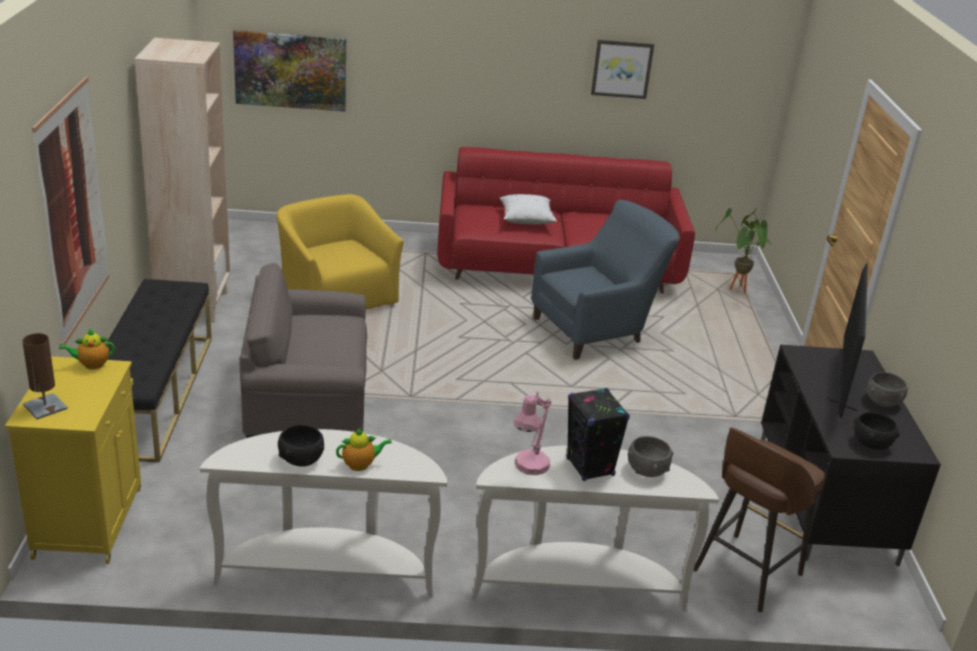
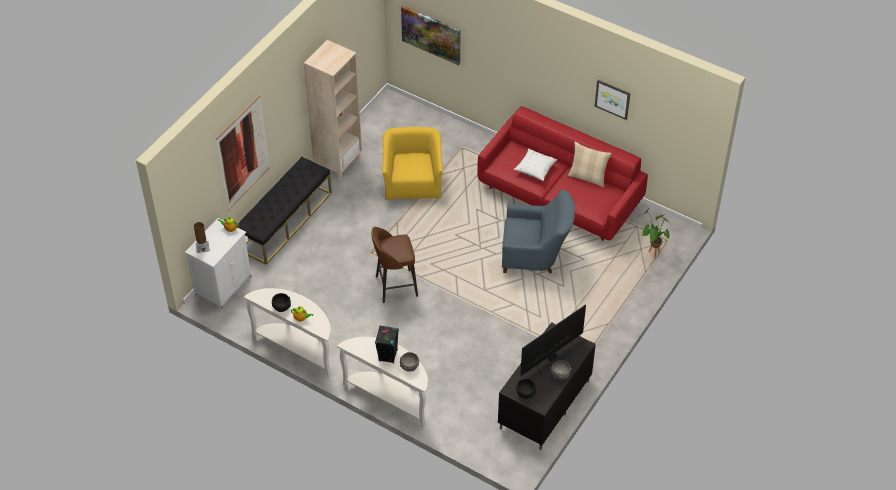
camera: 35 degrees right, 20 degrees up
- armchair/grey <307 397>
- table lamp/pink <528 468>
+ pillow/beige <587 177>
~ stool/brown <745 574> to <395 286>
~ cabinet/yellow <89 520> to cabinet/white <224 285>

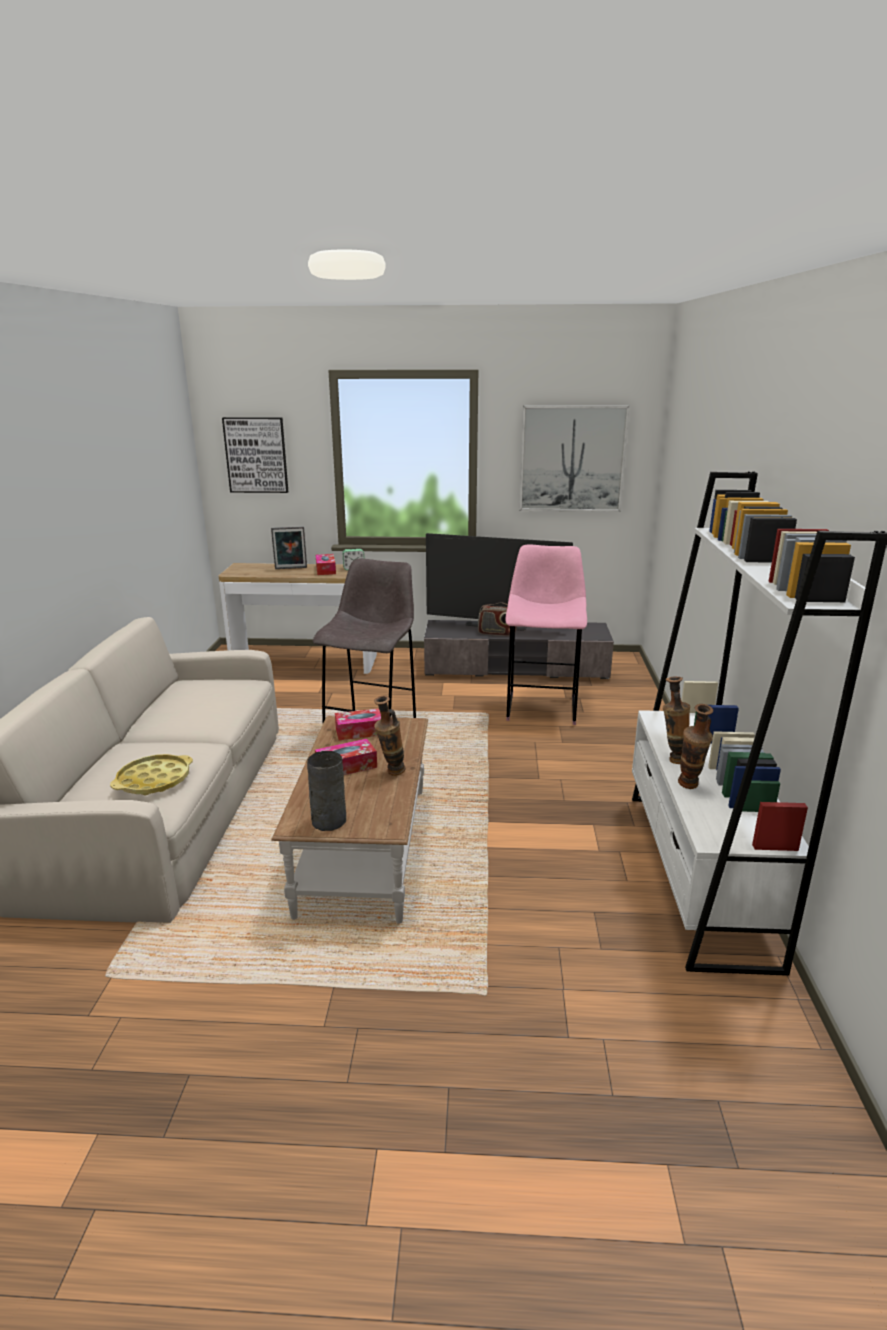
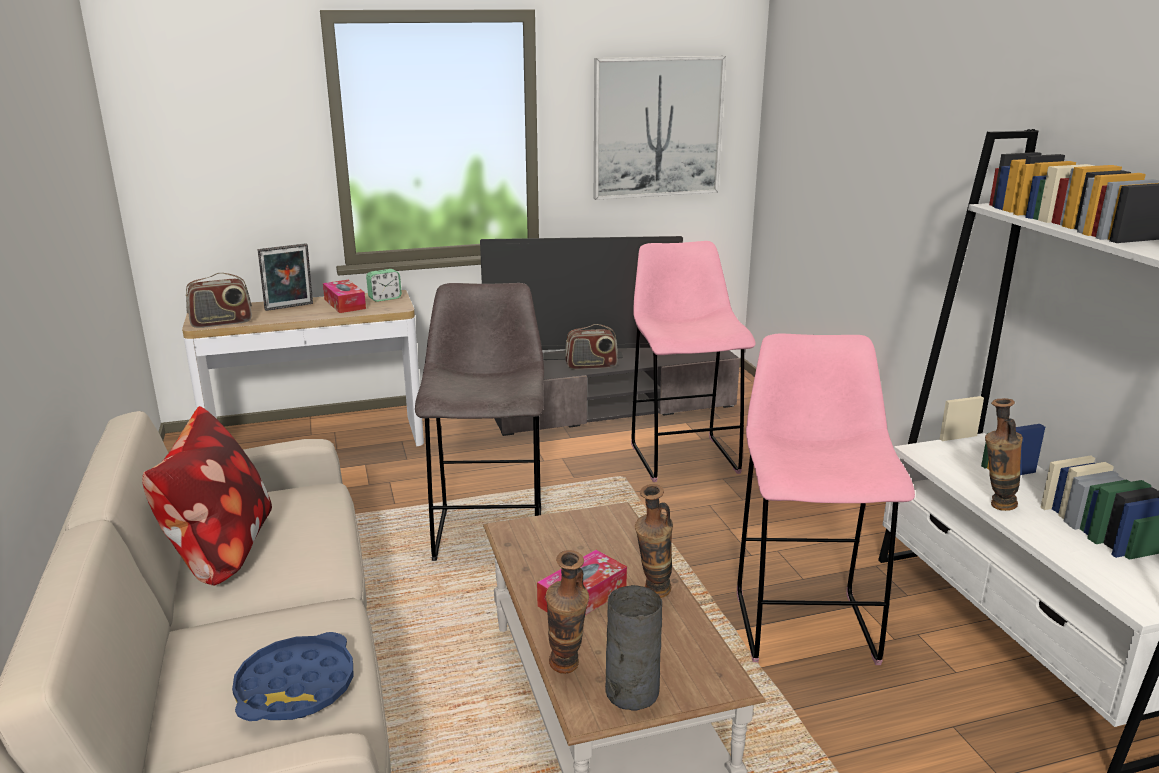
camera: 20 degrees left, 0 degrees up
- picture <256 455>
- tissue box <362 731>
+ pillow <219 551>
+ radio <221 322>
+ stool/pink <803 623>
~ vase <689 788> to <566 671>
~ tray/yellow <154 780> to tray/blue <296 687>

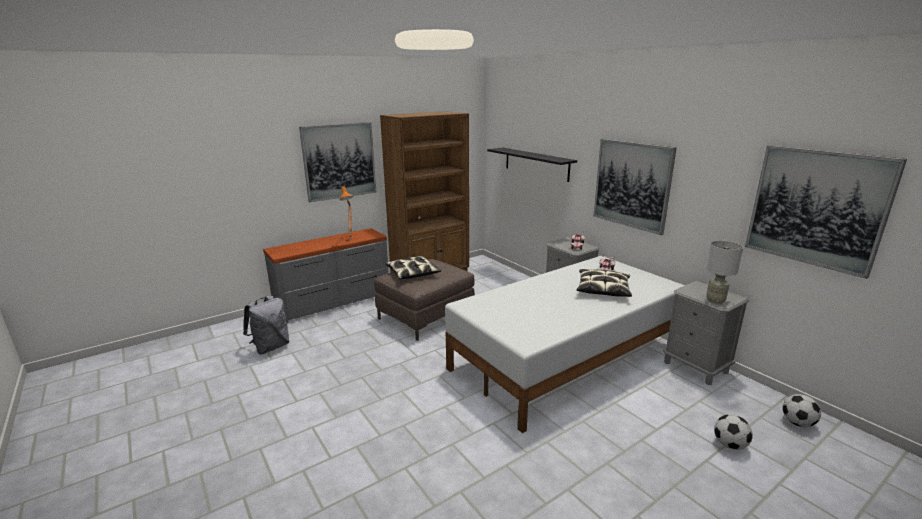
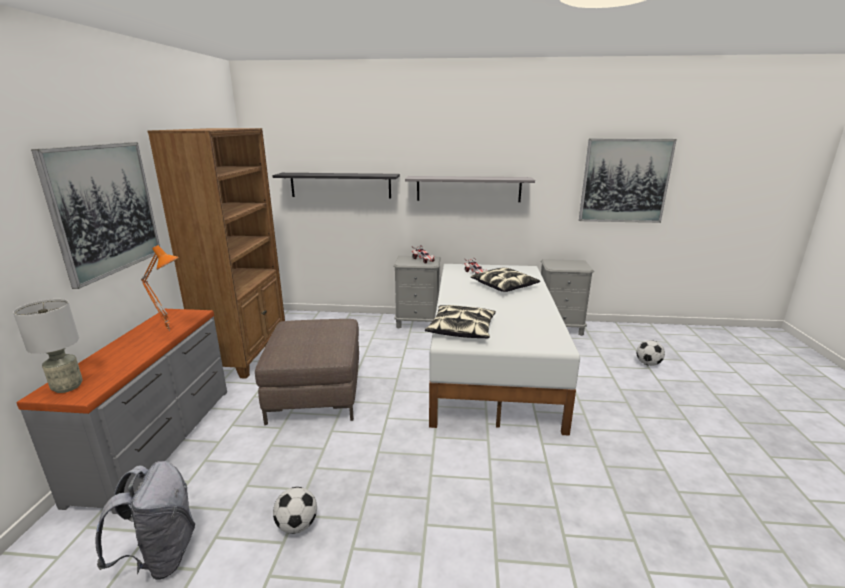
camera: 50 degrees left, 0 degrees up
~ pillow <413 273> to <461 329>
~ table lamp/grey <715 300> to <68 387>
~ football <797 423> to <297 525>
~ picture <632 184> to shelf/grey <468 189>

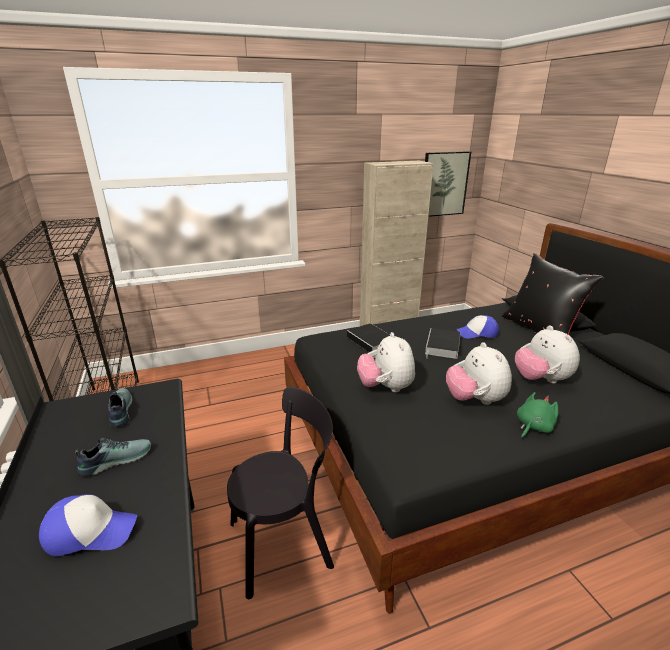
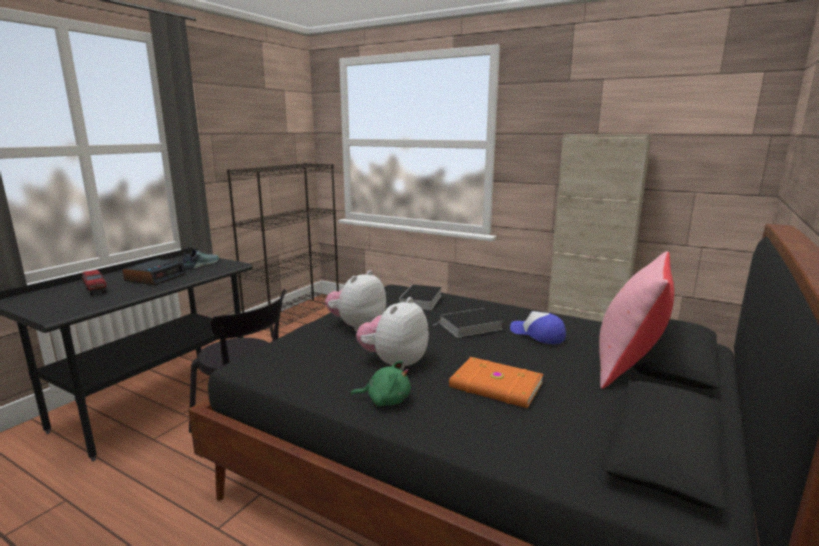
camera: 50 degrees right, 10 degrees down
- picture <444 184>
~ cap <90 531> to toy truck <96 291>
~ shoe <116 459> to alarm clock <155 277>
~ plush toy <541 379> to book/orange <496 386>
~ pillow/black <539 331> to pillow/pink <628 365>

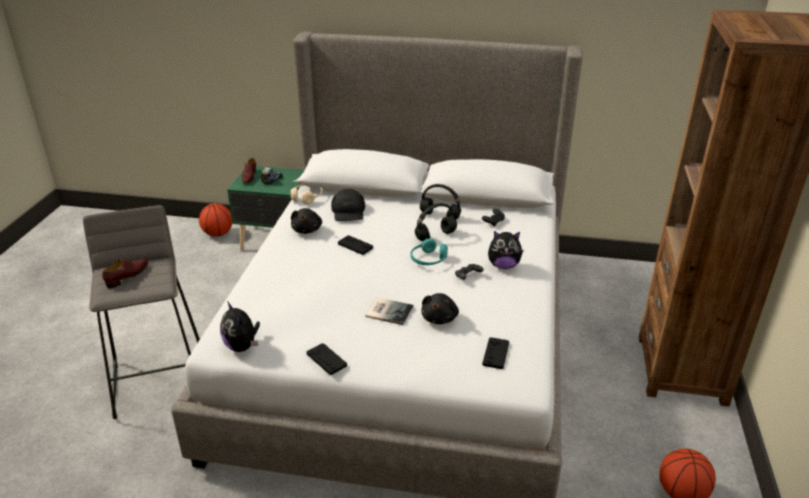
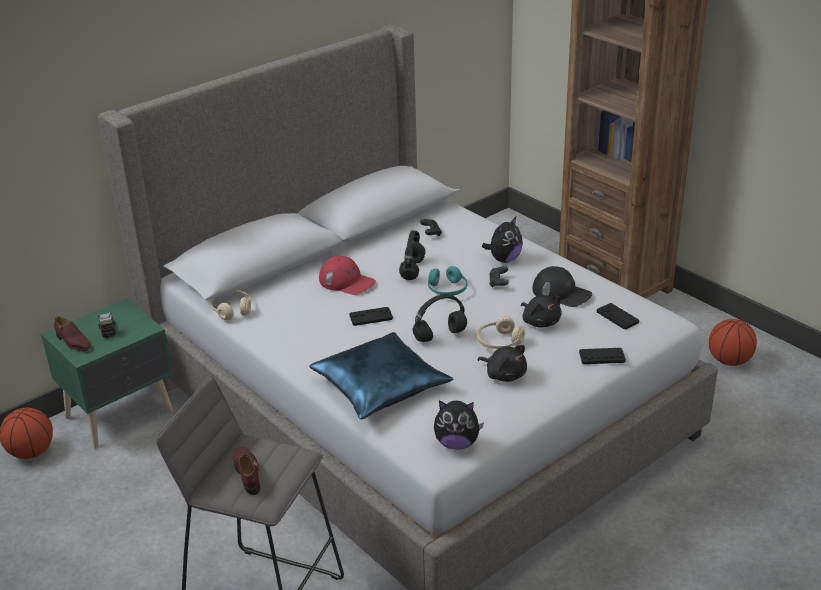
camera: 50 degrees left, 0 degrees up
+ pillow/blue <380 386>
+ cap/red <347 281>
~ plush toy/black <307 230> to <504 374>
~ game controller/black <326 359> to <602 357>
~ cap/black <348 211> to <561 293>
~ headphones/black <439 216> to <439 336>
~ book <389 311> to headphones/beige <499 342>

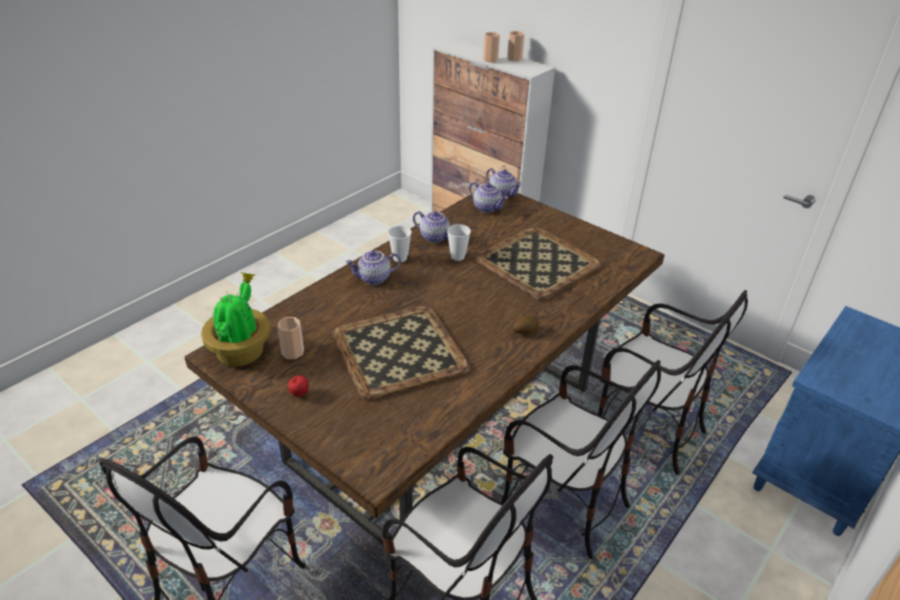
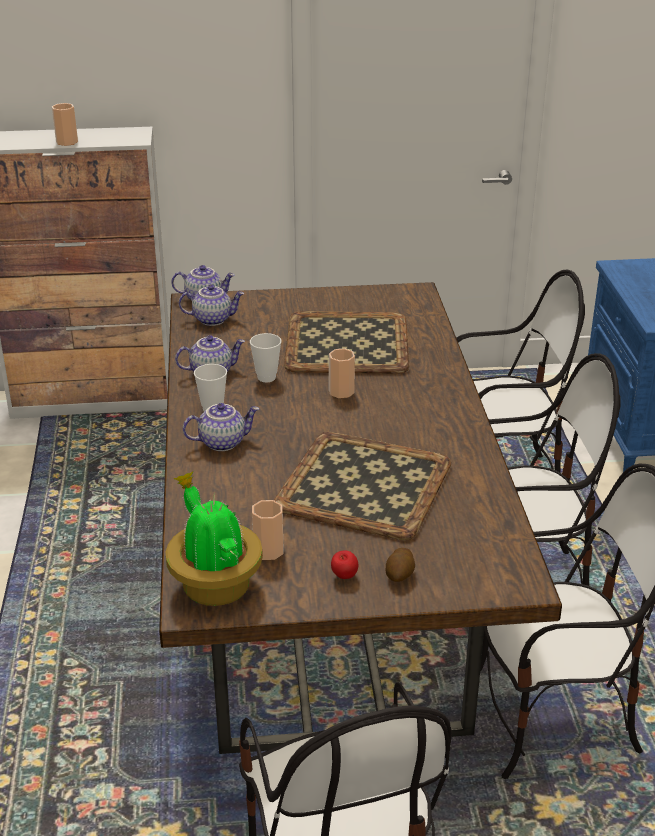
camera: 45 degrees left, 5 degrees down
~ cup <514 58> to <341 392>
~ potato <524 332> to <400 575>
~ teapot <374 279> = <222 442> 135 degrees counterclockwise

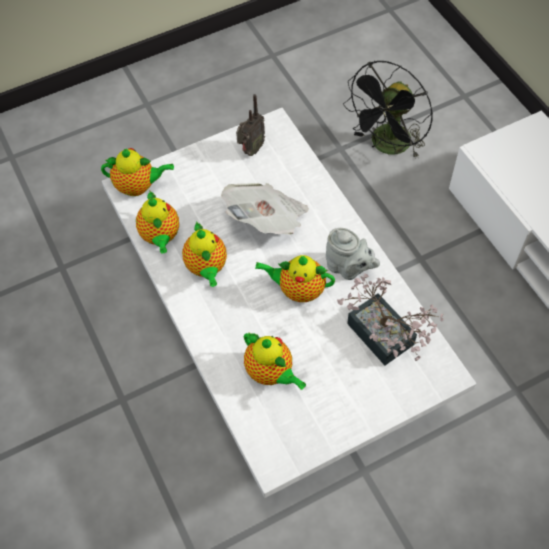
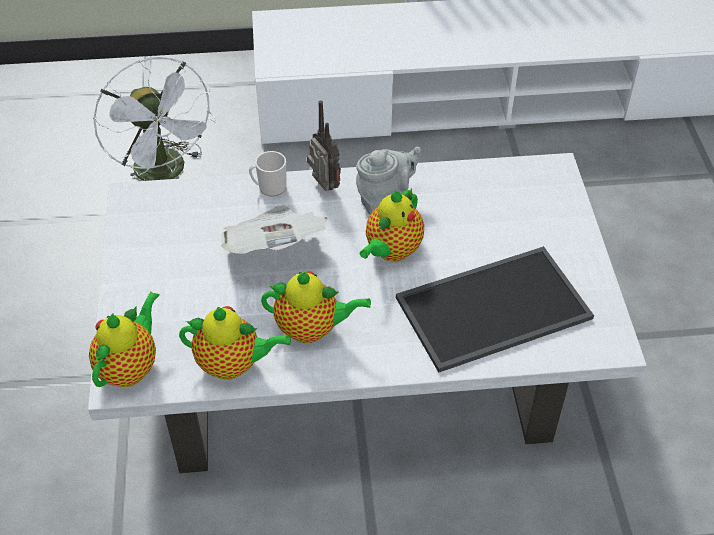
camera: 70 degrees left, 10 degrees down
- potted plant <385 340>
+ mug <269 187>
~ radio <250 150> to <324 188>
~ teapot <271 373> to tray <493 311>
~ fan/black <387 147> to fan/white <166 173>

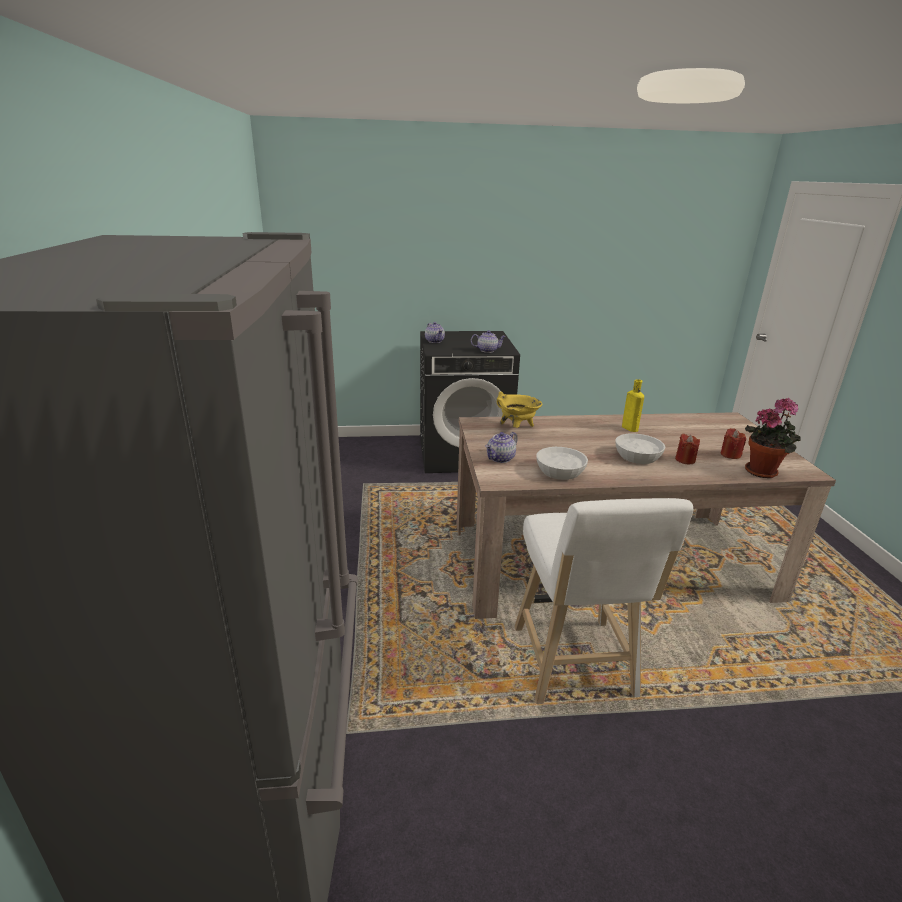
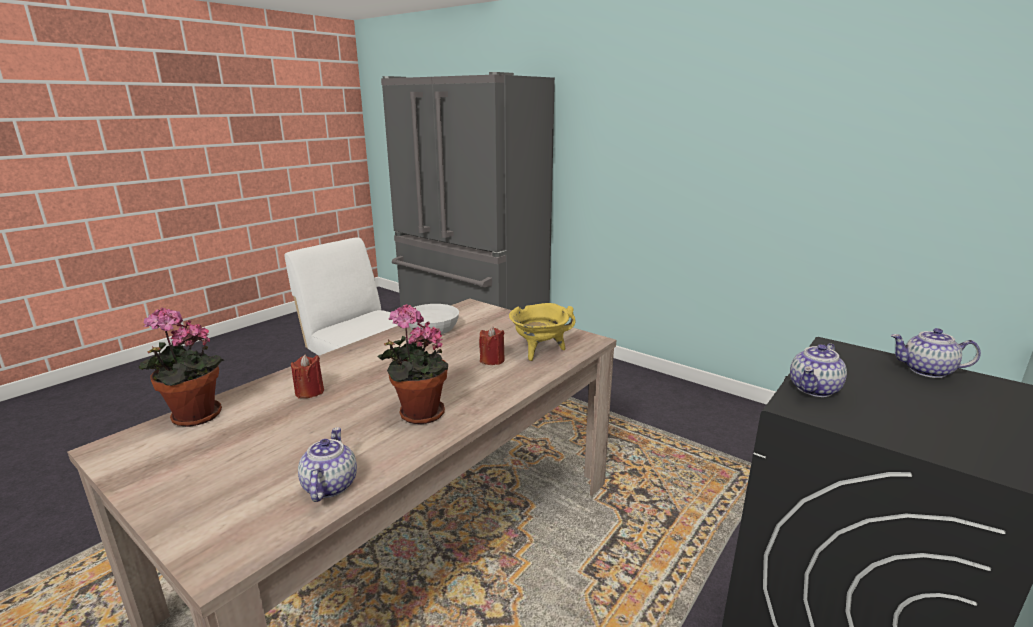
camera: 135 degrees right, 5 degrees down
- bowl/white <638 456>
~ teapot <500 458> to <329 485>
~ candle/red <730 455> to <492 360>
~ bottle/yellow <628 428> to potted plant <417 414>

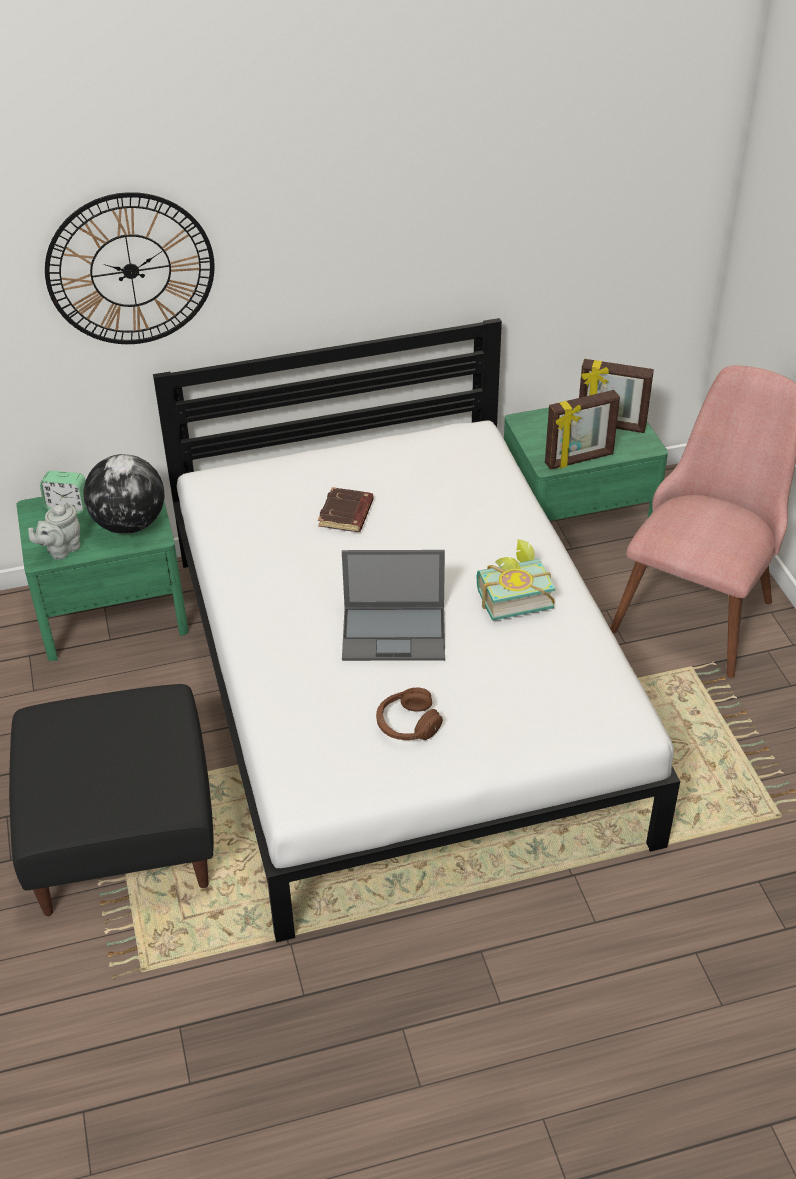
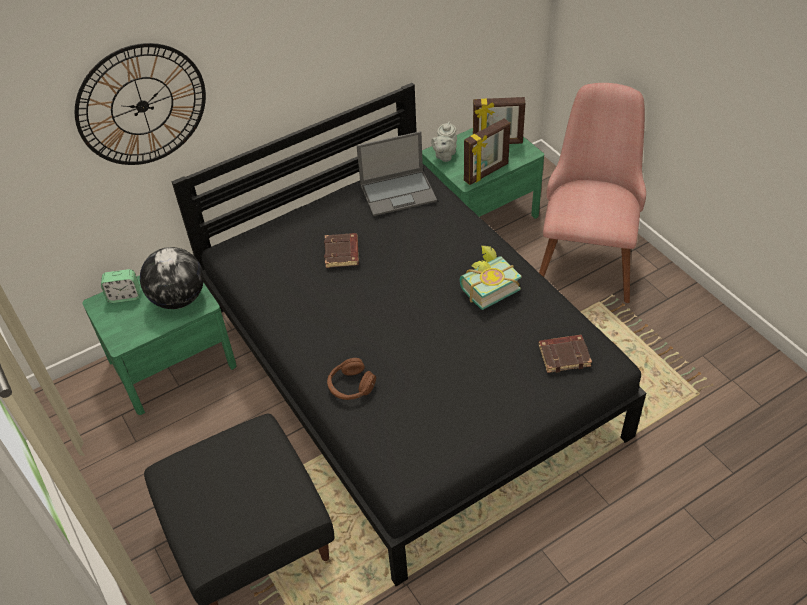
camera: 15 degrees left, 5 degrees up
+ book/brown <564 355>
~ teapot/grey <61 550> to <444 155>
~ laptop <395 633> to <399 192>
~ headphones/brown <407 724> to <350 386>
~ bed/white <401 690> to bed/black <409 370>

